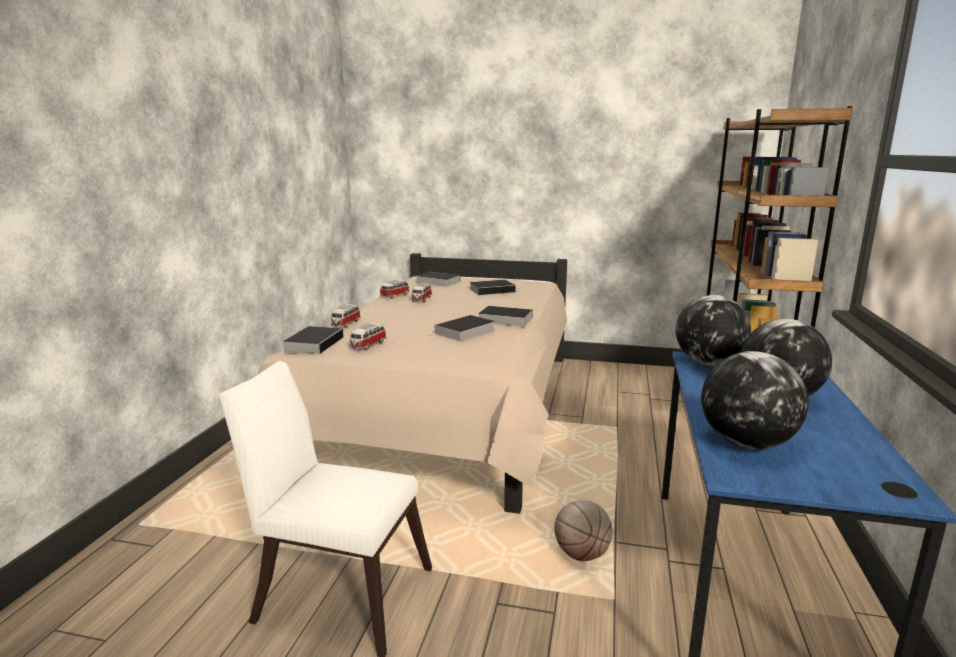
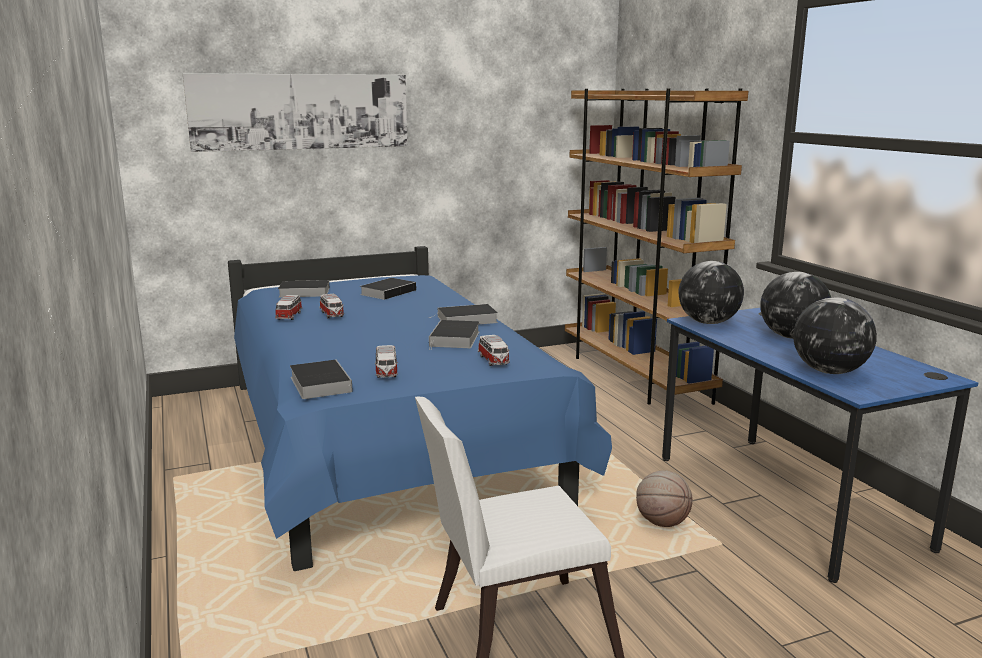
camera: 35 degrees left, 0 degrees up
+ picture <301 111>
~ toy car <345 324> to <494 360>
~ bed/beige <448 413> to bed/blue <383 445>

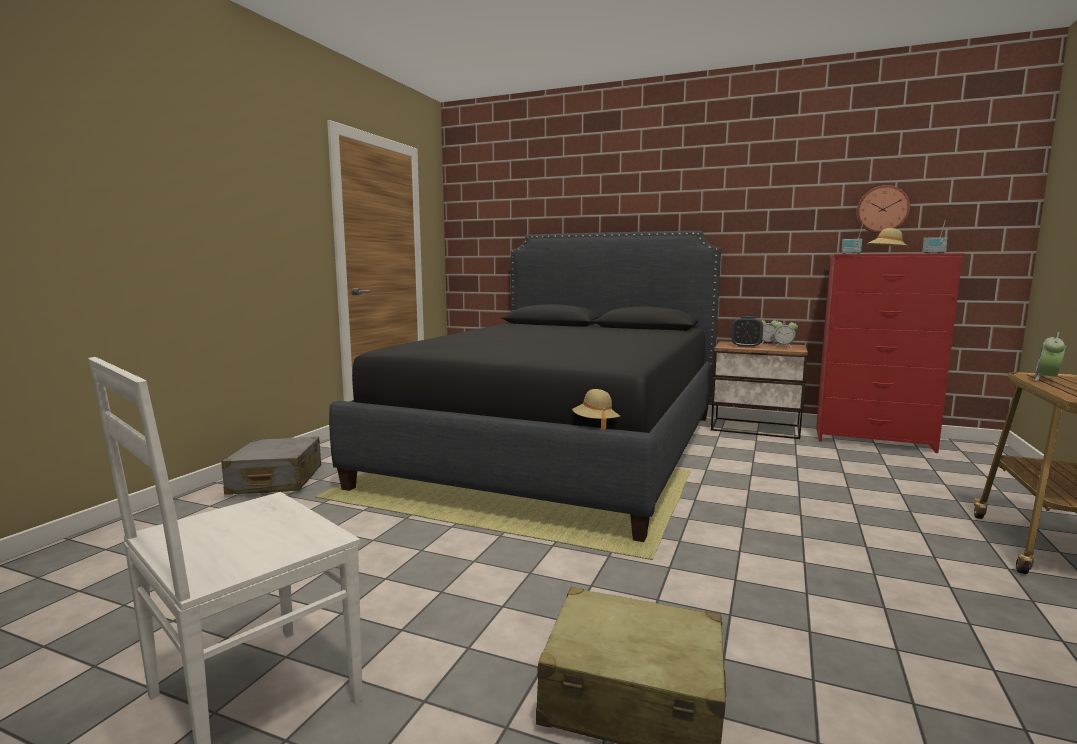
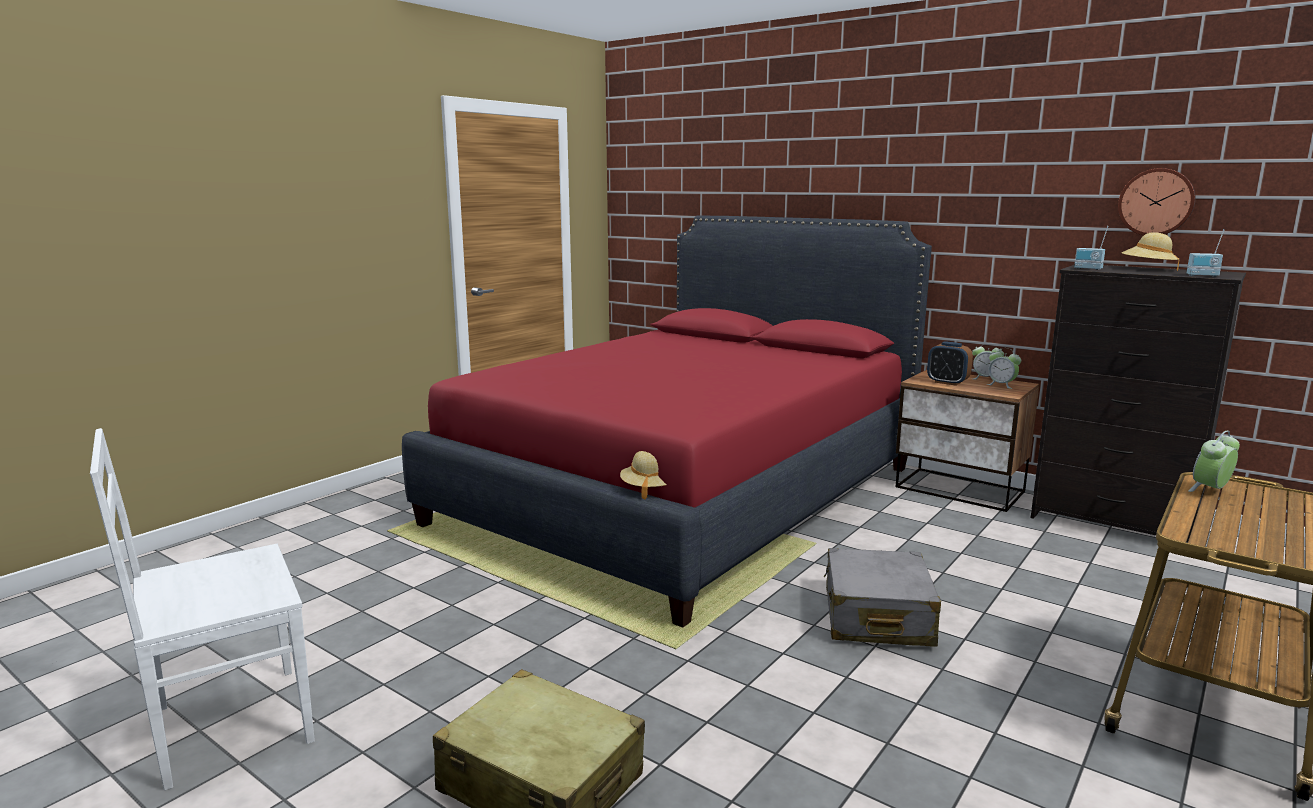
camera: 15 degrees right, 5 degrees up
~ suitcase/grey <276 481> to <877 617>
~ bed/black <559 447> to bed/red <684 494>
~ dresser/red <874 440> to dresser/black <1114 523>

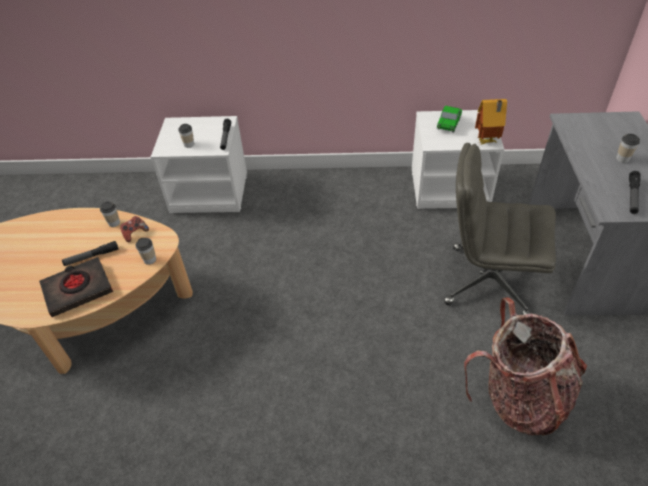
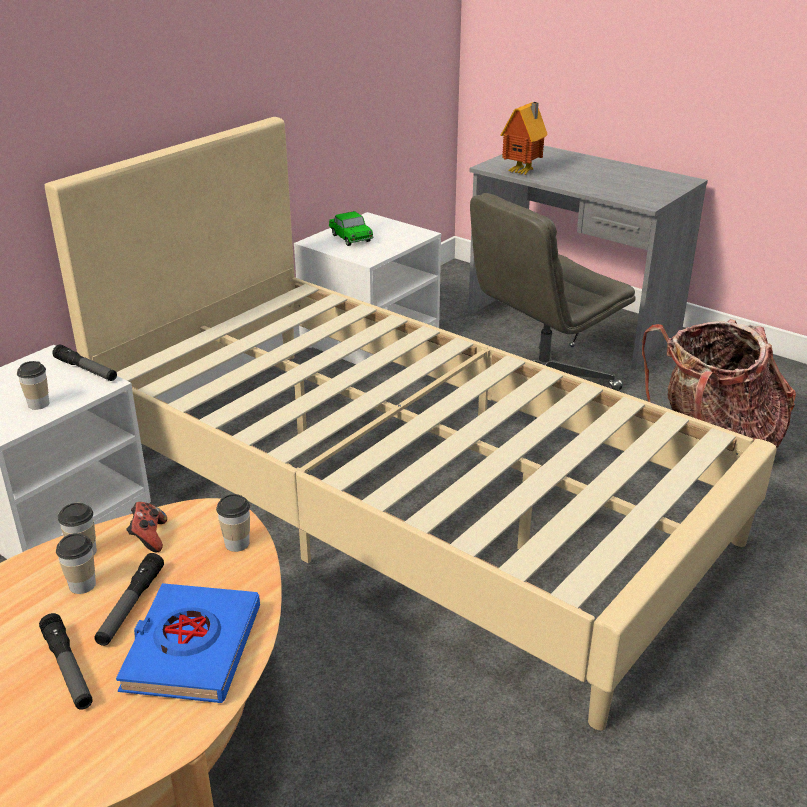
camera: 55 degrees left, 15 degrees down
+ bed/beige <402 492>
~ toy house <487 142> to <523 172>
~ cup <622 159> to <82 585>
~ flashlight <632 196> to <68 668>
~ book/black <78 289> to book/blue <191 649>

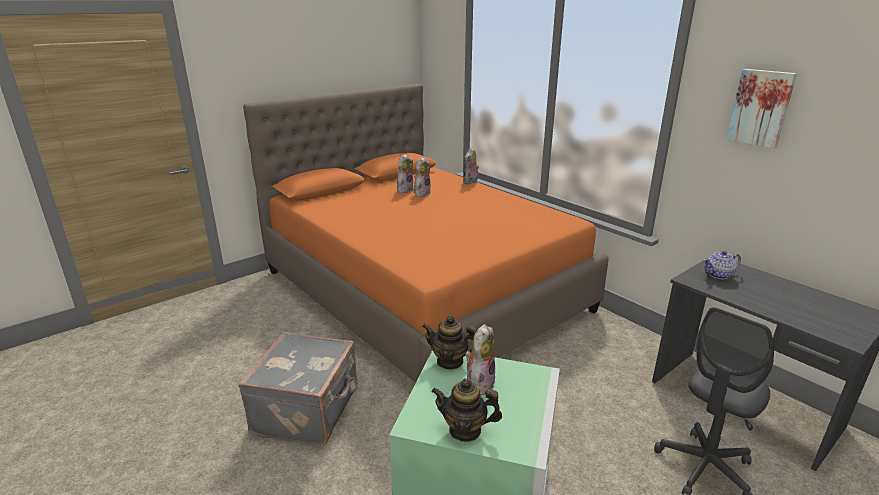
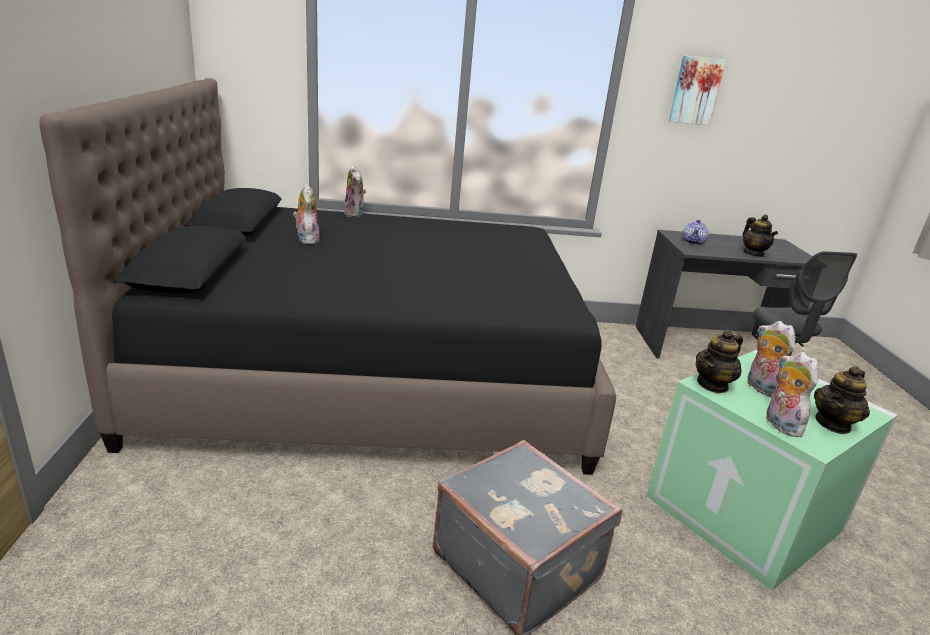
camera: 55 degrees left, 0 degrees up
+ teapot <753 253>
~ plush toy <422 193> to <779 425>
~ bed/orange <423 290> to bed/black <373 372>

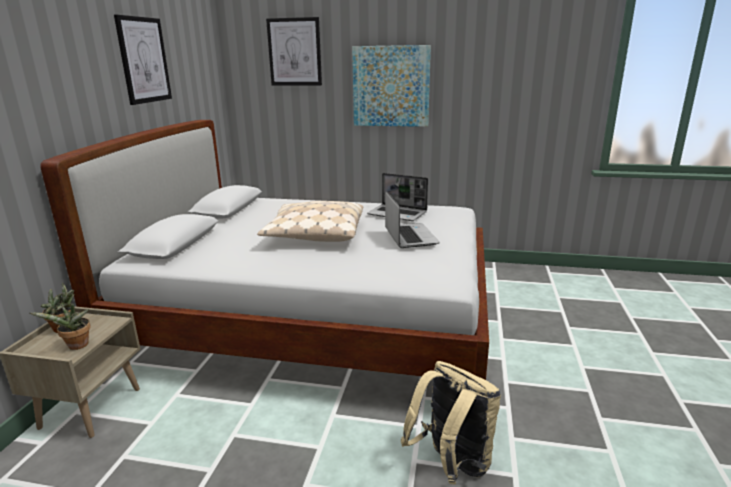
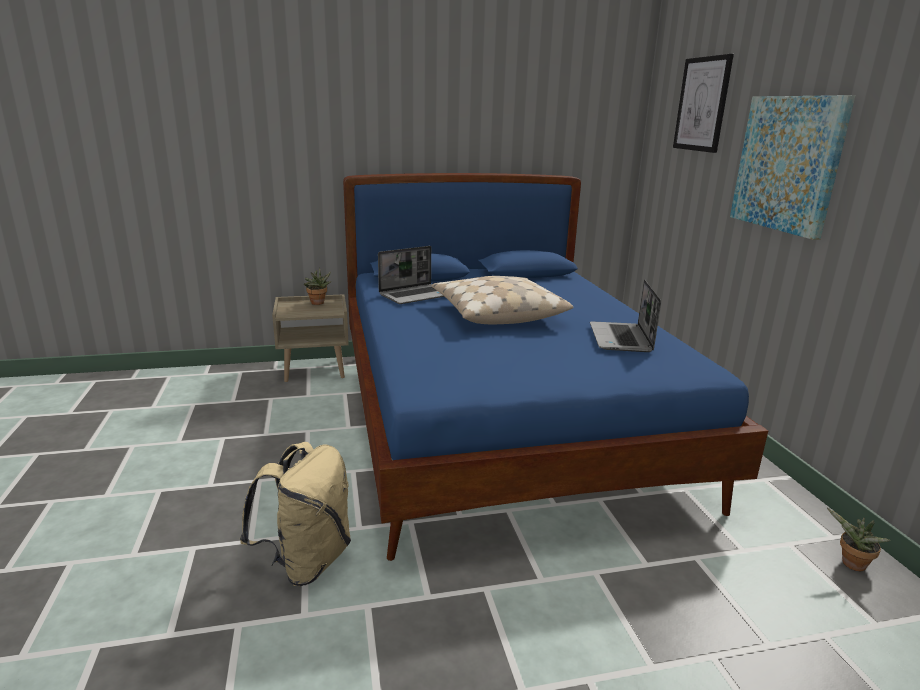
camera: 65 degrees right, 0 degrees up
- picture <144 60>
~ potted plant <76 347> to <851 565>
~ laptop <409 236> to <416 295>
~ bed/white <315 322> to bed/blue <502 421>

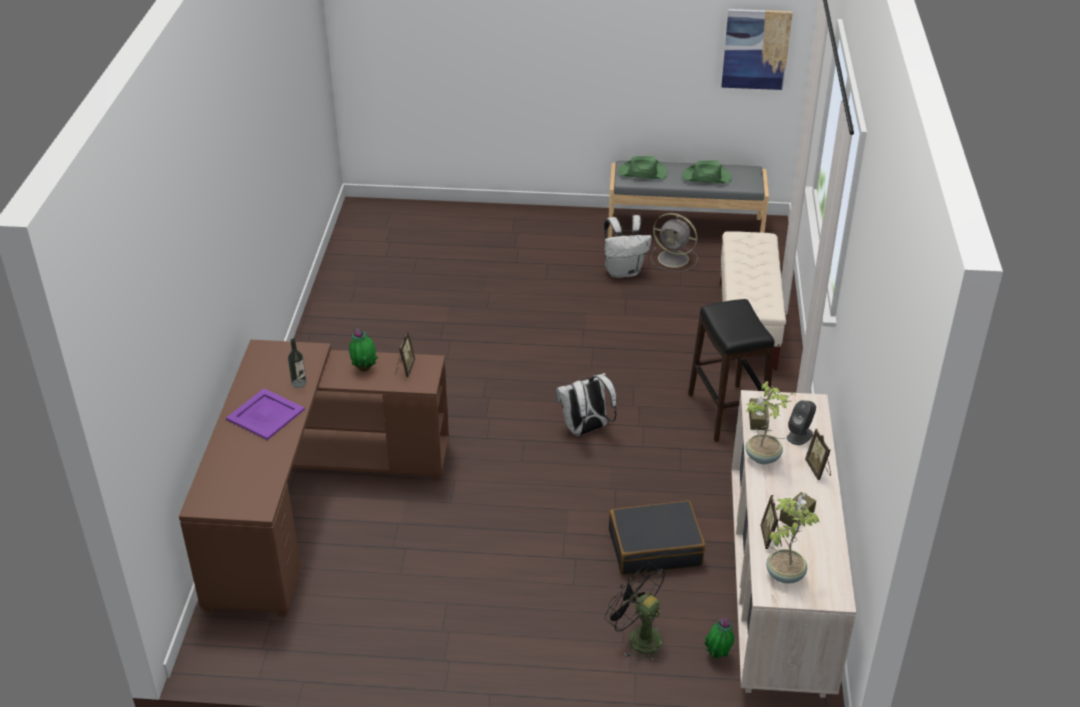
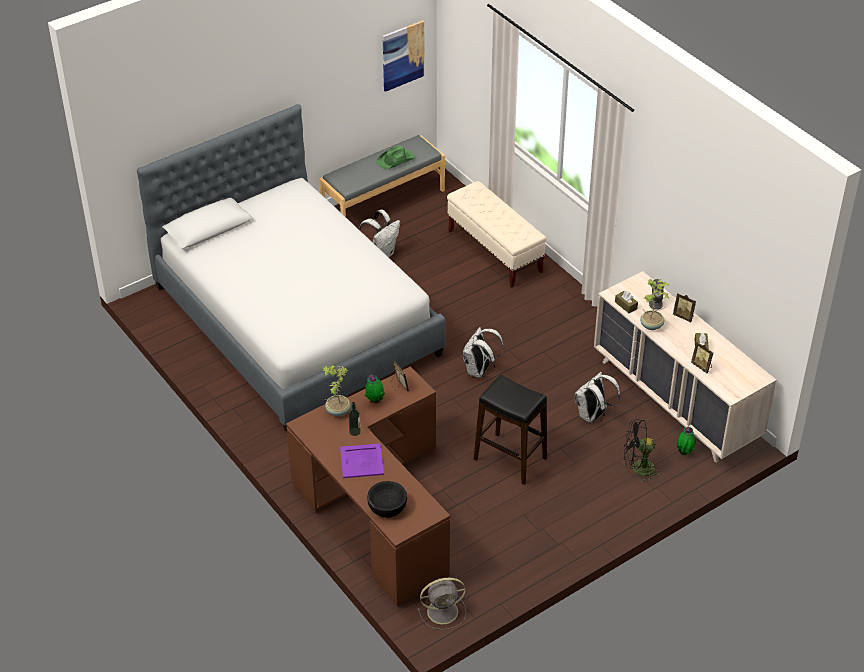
camera: 40 degrees left, 5 degrees up
- hat/green <643 173>
+ bed <296 320>
+ bowl/black <387 507>
~ fan/grey <674 259> to <444 611>
~ stool/black <727 413> to <510 459>
~ potted plant <784 574> to <337 411>
~ suitcase/black <655 547> to backpack/white <593 416>

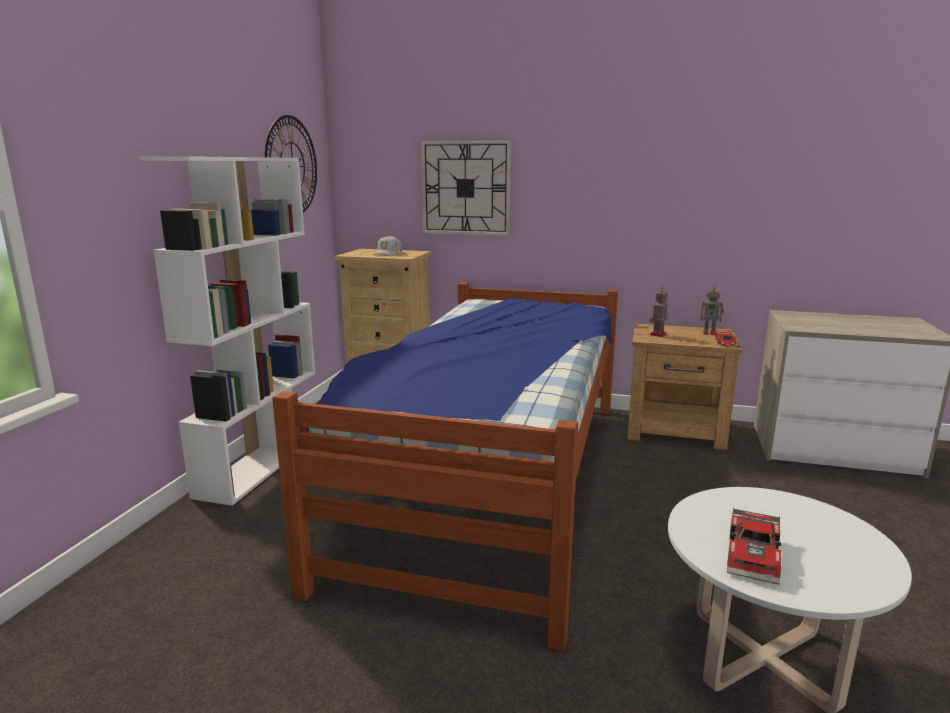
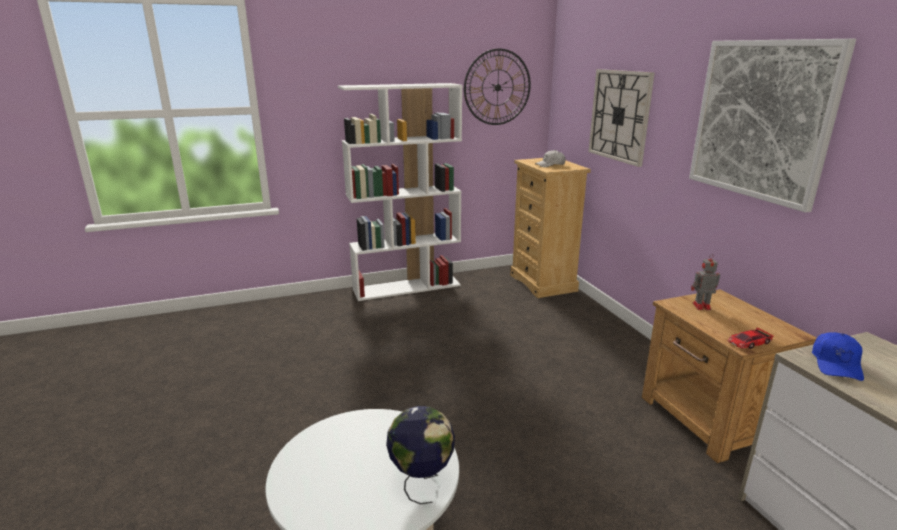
camera: 55 degrees right, 5 degrees up
- bed <492 479>
- toy robot <710 333>
- toy car <755 556>
+ globe <421 482>
+ picture <761 120>
+ cap/blue <836 364>

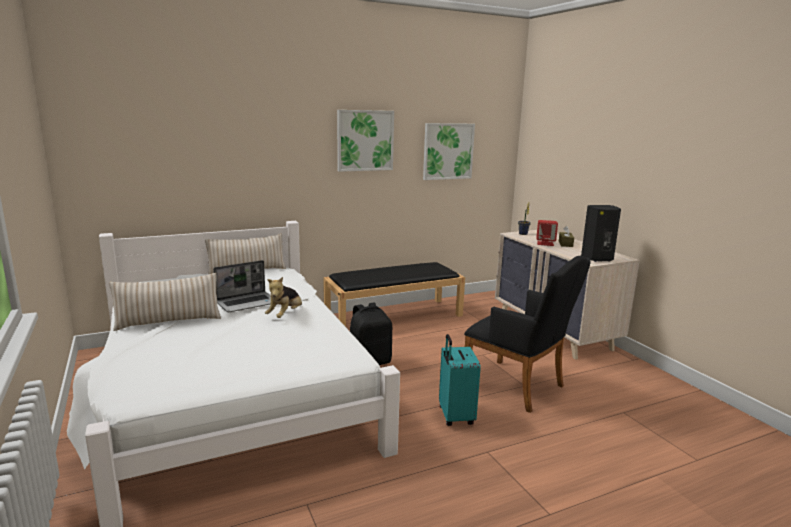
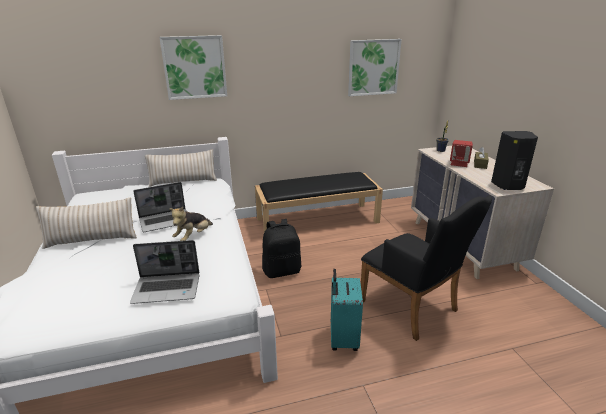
camera: 10 degrees right, 10 degrees up
+ laptop <168 288>
~ picture <365 140> to <194 67>

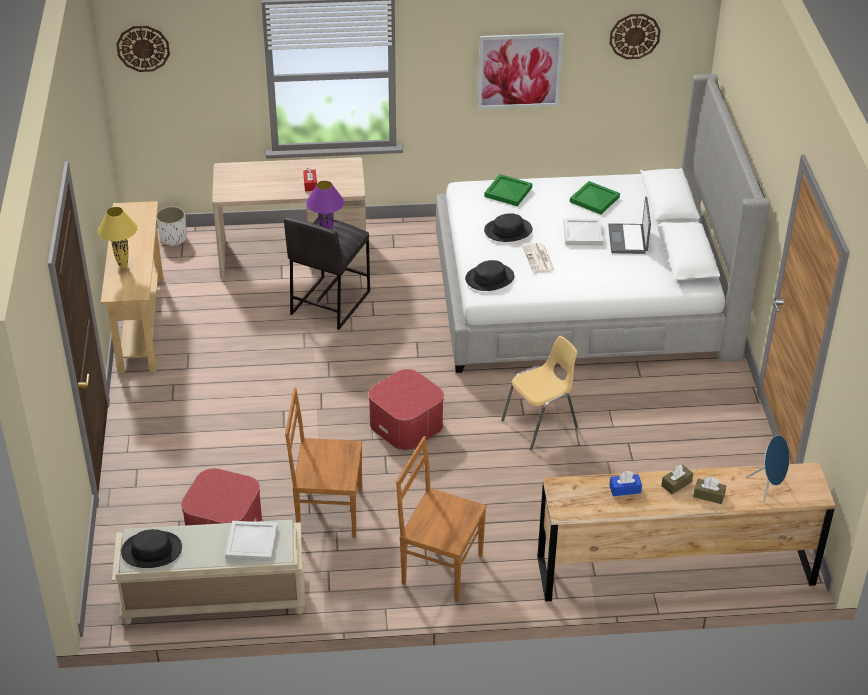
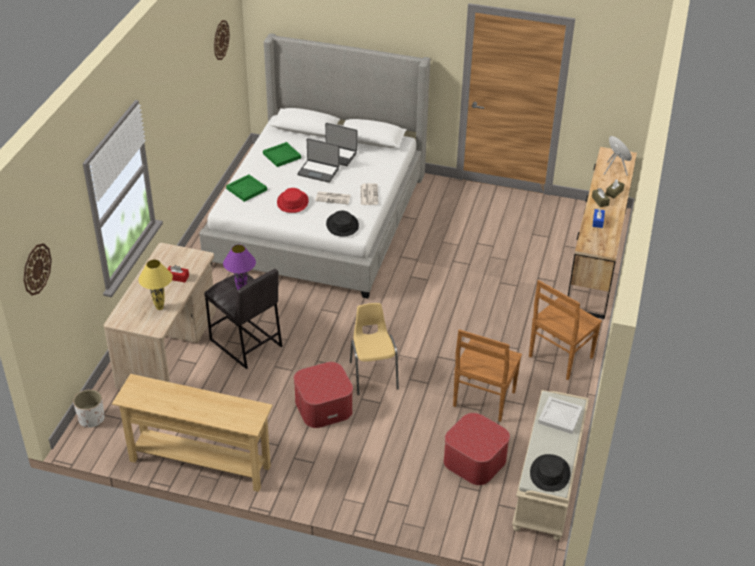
camera: 70 degrees left, 0 degrees up
- picture <519 71>
+ newspaper <368 194>
~ table lamp/yellow <123 266> to <159 307>
~ ottoman <406 424> to <323 406>
~ chair/yellow <541 424> to <373 375>
~ tray/white <583 234> to laptop <318 171>
~ hat/black <508 231> to hat/red <292 202>

